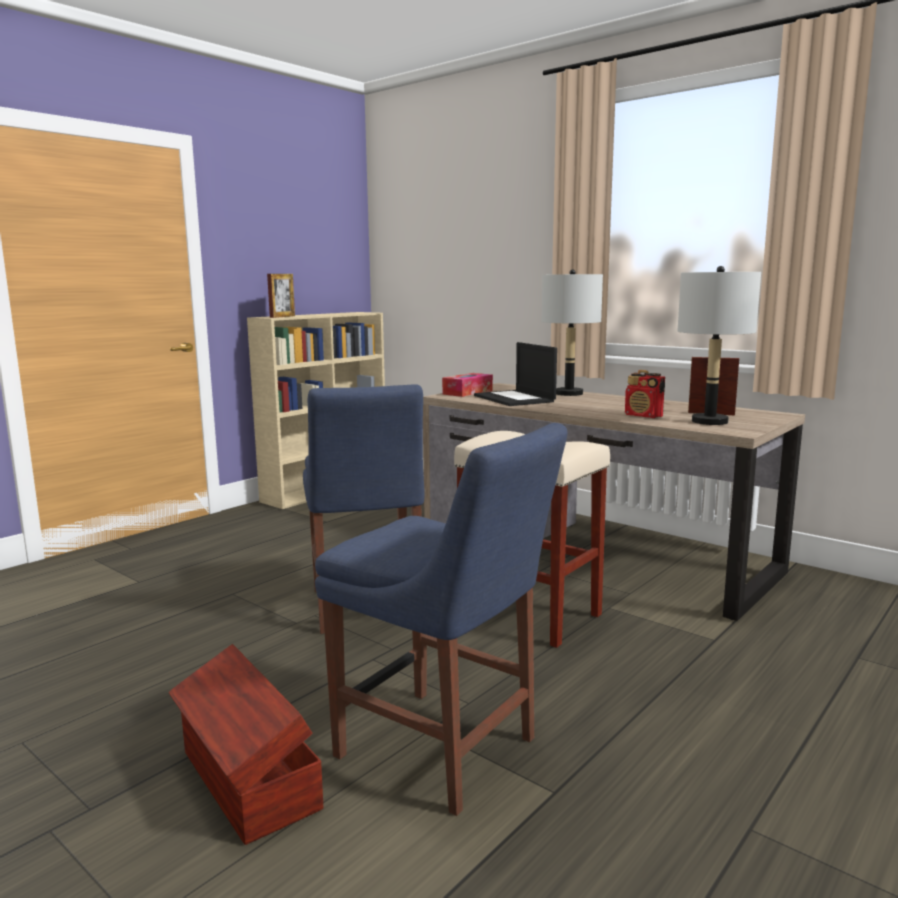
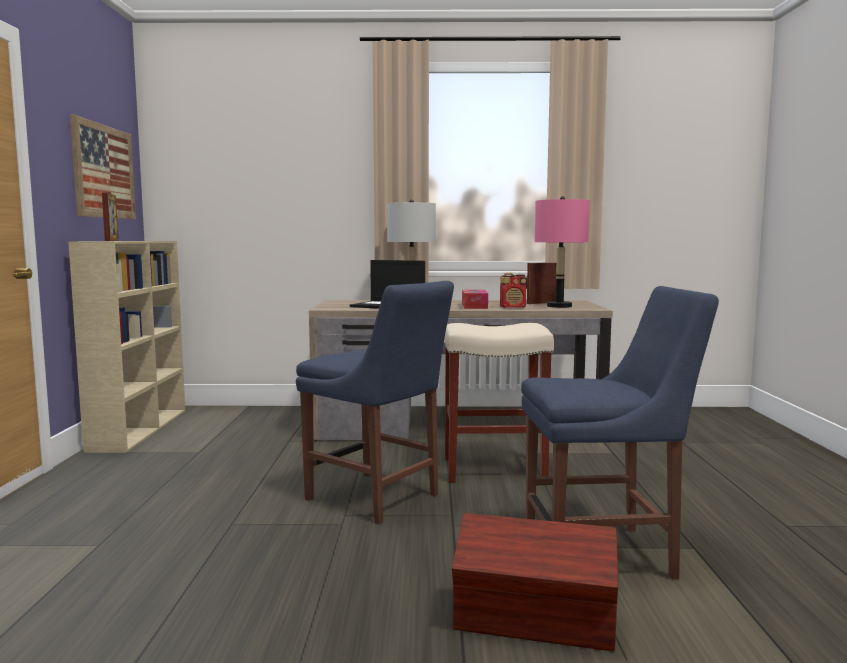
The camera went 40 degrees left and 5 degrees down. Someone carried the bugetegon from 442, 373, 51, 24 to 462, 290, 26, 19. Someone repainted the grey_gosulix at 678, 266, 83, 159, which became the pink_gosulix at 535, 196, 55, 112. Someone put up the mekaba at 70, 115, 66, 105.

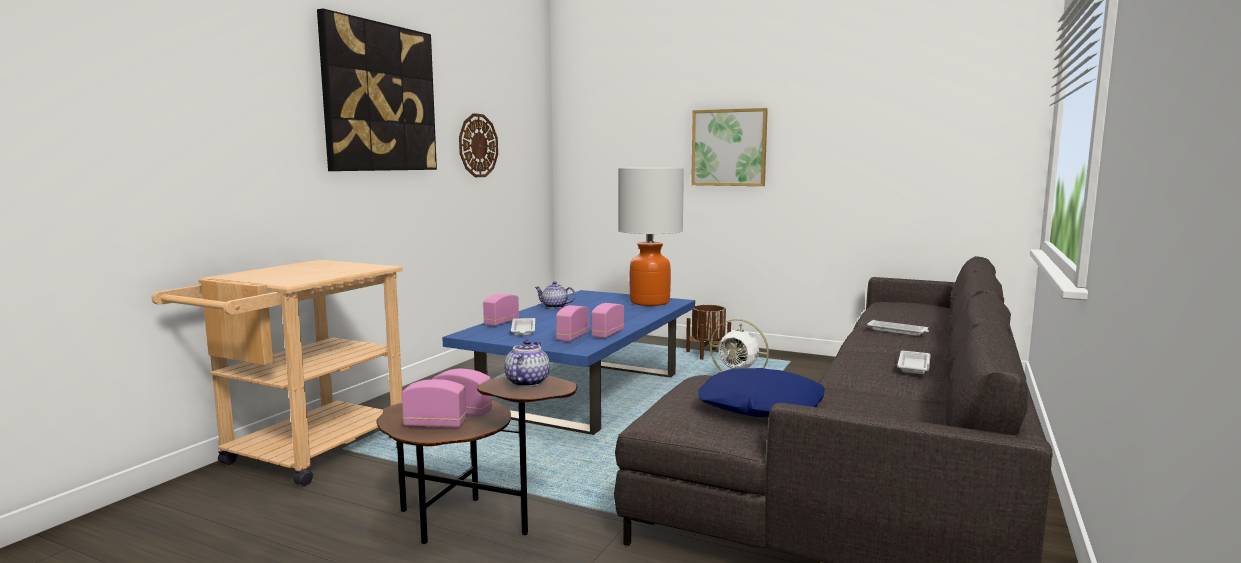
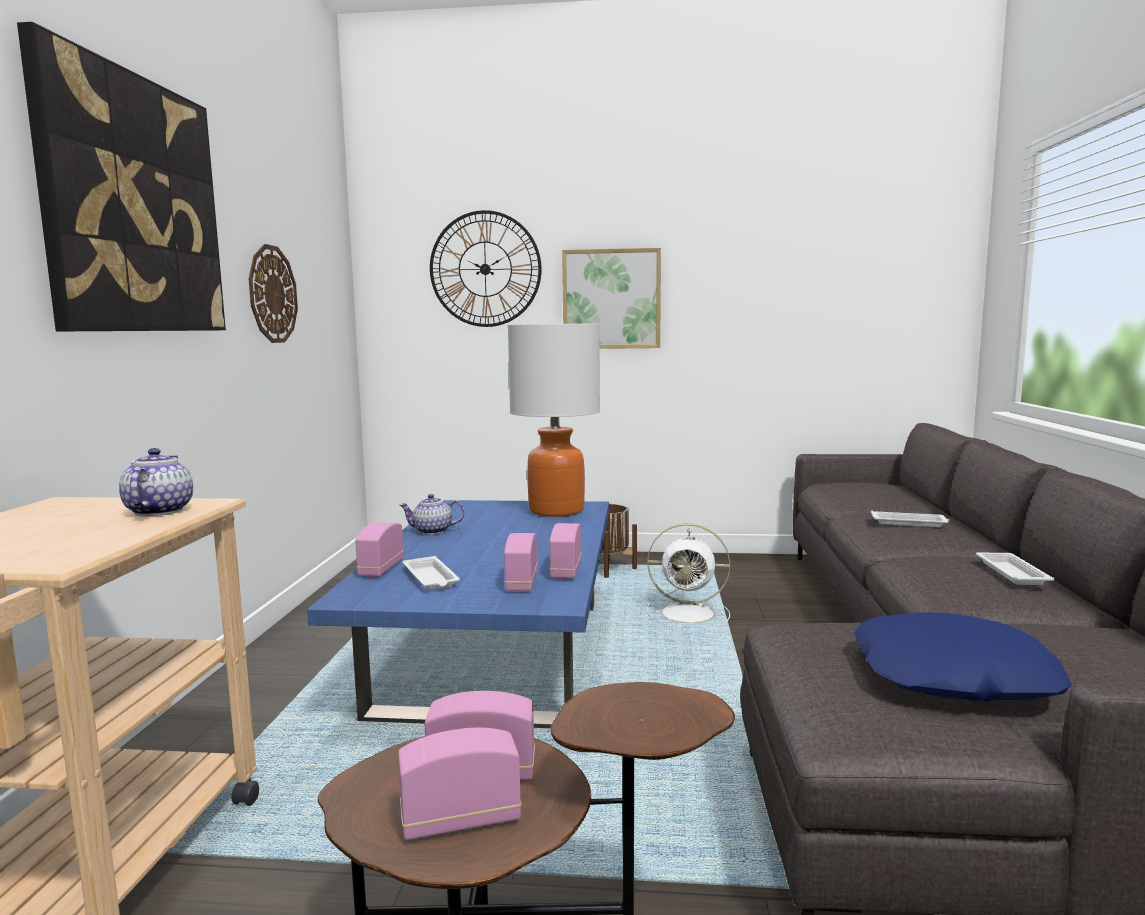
The camera went 20 degrees left and 0 degrees up. Someone carried the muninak from 504, 339, 46, 48 to 119, 448, 74, 68. Someone put up the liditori at 430, 210, 112, 117.

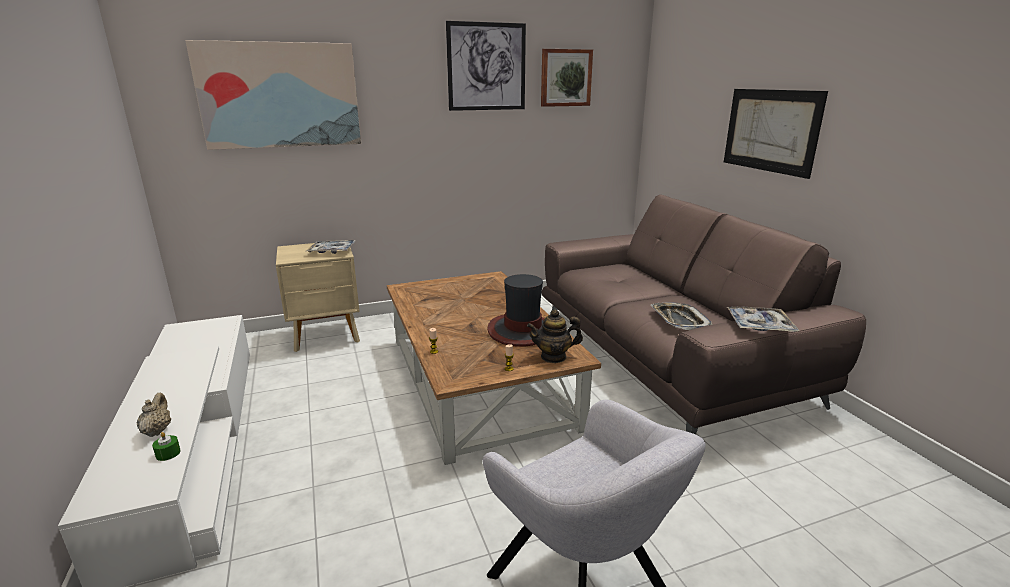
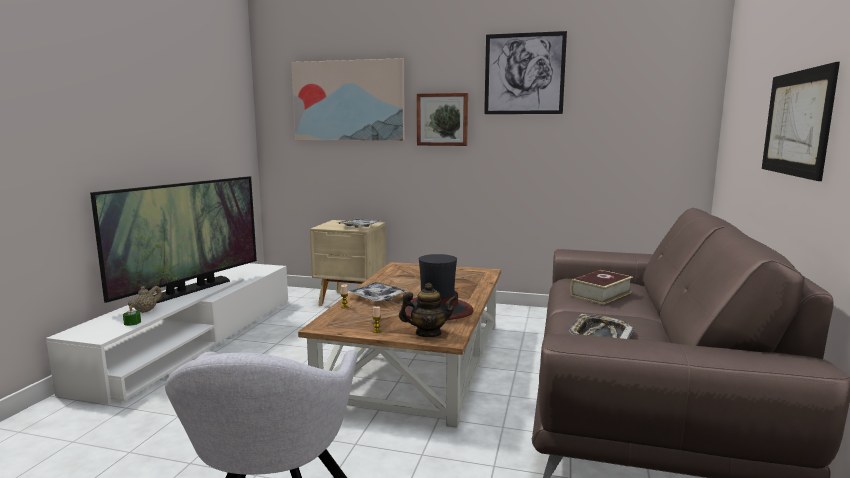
The camera went 35 degrees right and 10 degrees down. Someone rotated the muninak at 527, 310, 56, 53 by 150 degrees clockwise. Someone carried the mekaba from 541, 49, 52, 58 to 417, 93, 51, 53. Someone carried the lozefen from 727, 307, 73, 25 to 347, 282, 61, 20. Someone put down the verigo at 90, 176, 167, 127. Someone put down the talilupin at 570, 270, 63, 35.

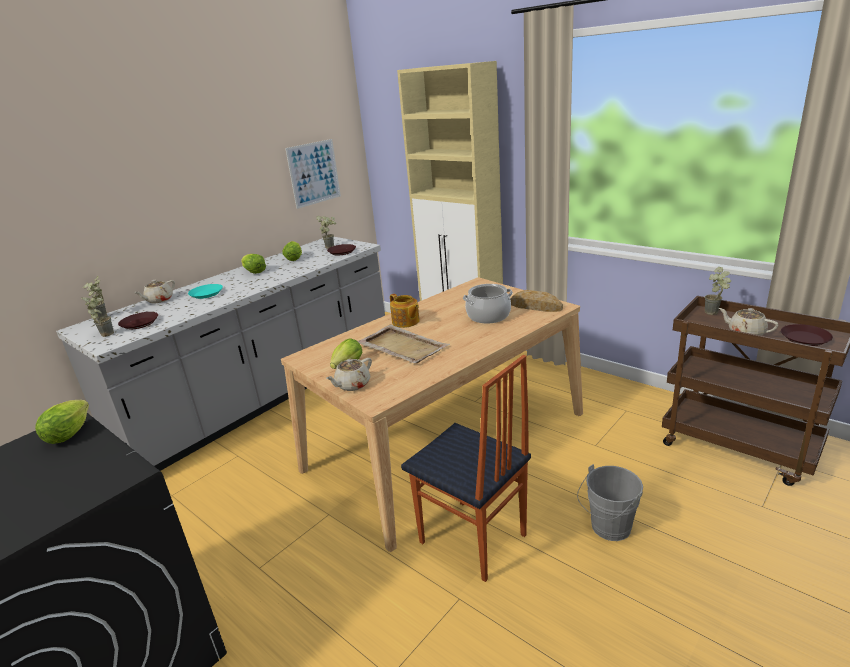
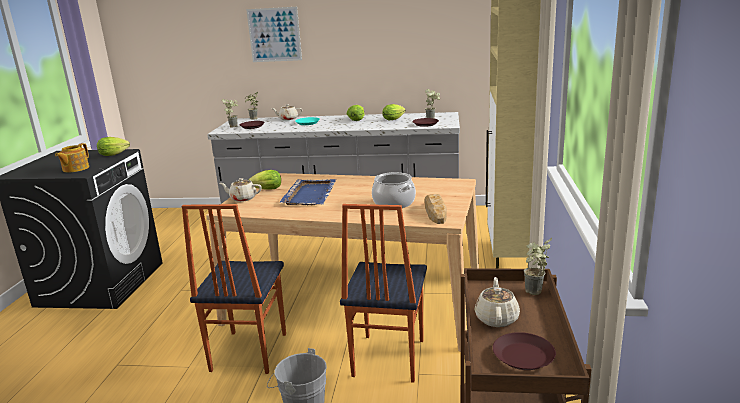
The camera went 55 degrees right and 5 degrees down. Someone carried the mekaba from 285, 139, 56, 70 to 246, 7, 56, 55. Someone repainted the beige_lozefen at 357, 325, 93, 38, which became the blue_lozefen at 280, 179, 56, 26. Someone carried the muninak from 390, 294, 30, 34 to 55, 143, 34, 29. Someone put down the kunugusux at 340, 204, 87, 179.

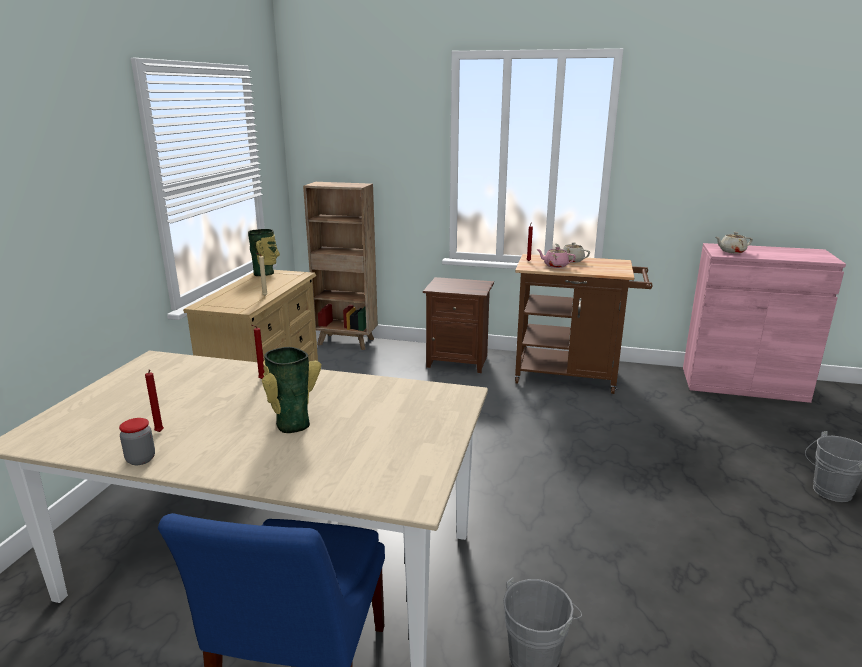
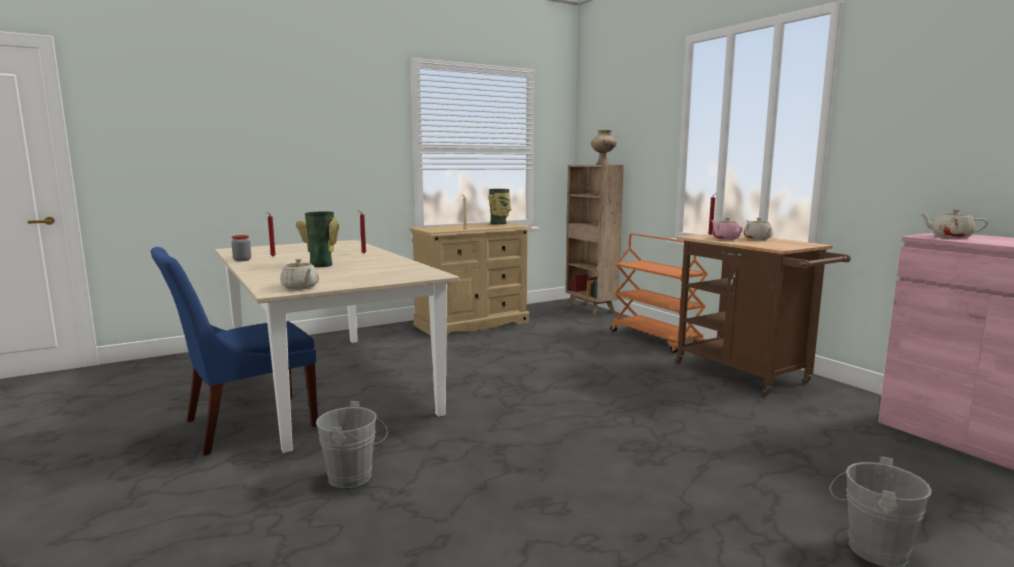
The camera went 45 degrees right and 10 degrees down. Someone swapped the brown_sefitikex at 423, 277, 71, 96 for the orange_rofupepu at 611, 233, 97, 120. Someone put down the beige_muninak at 280, 259, 39, 30. Someone put down the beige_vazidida at 591, 130, 26, 35.

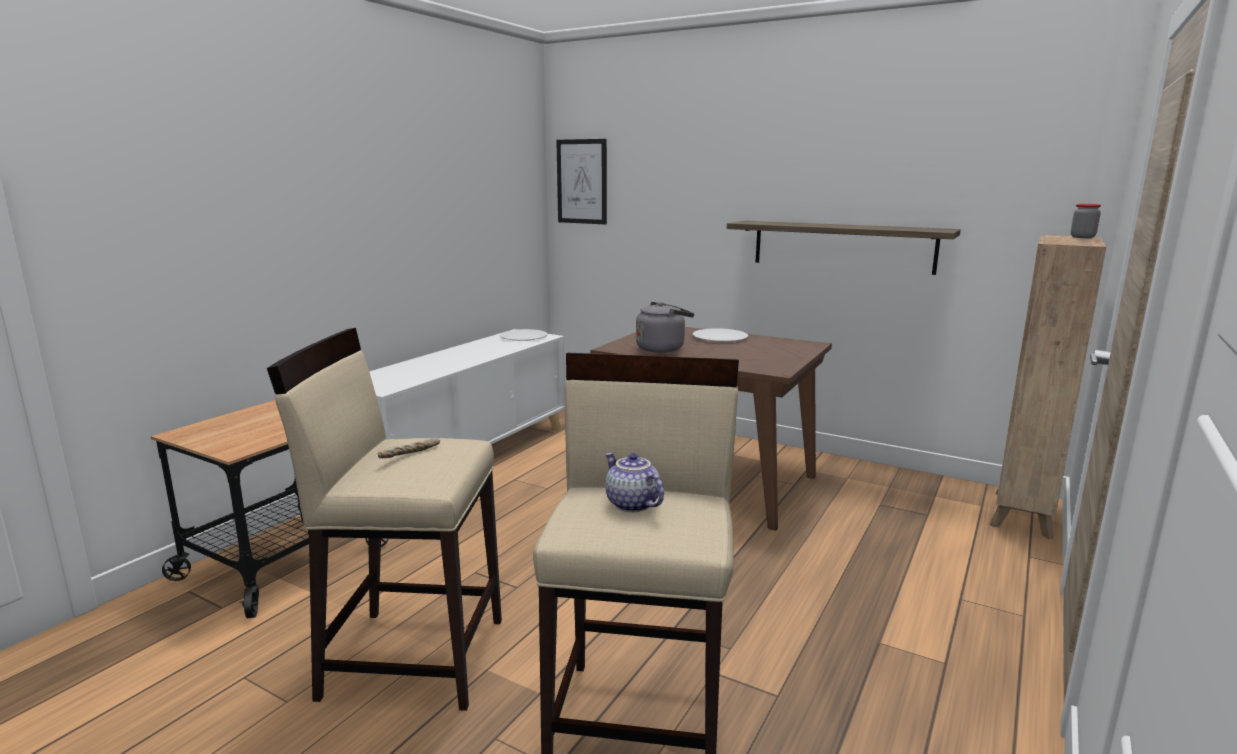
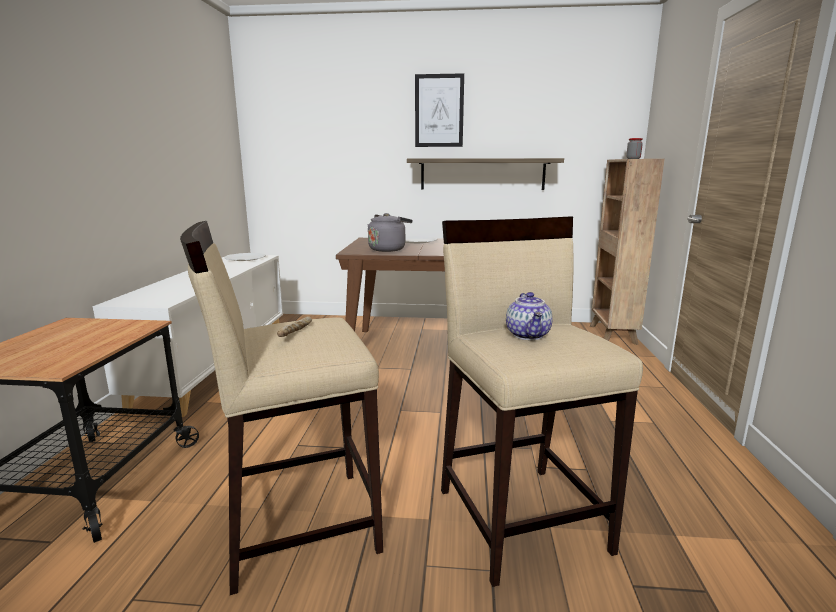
The camera went 25 degrees left and 0 degrees up. Someone carried the mekaba from 556, 139, 51, 86 to 415, 74, 49, 73. Someone rotated the muninak at 605, 453, 59, 59 by 120 degrees counterclockwise.

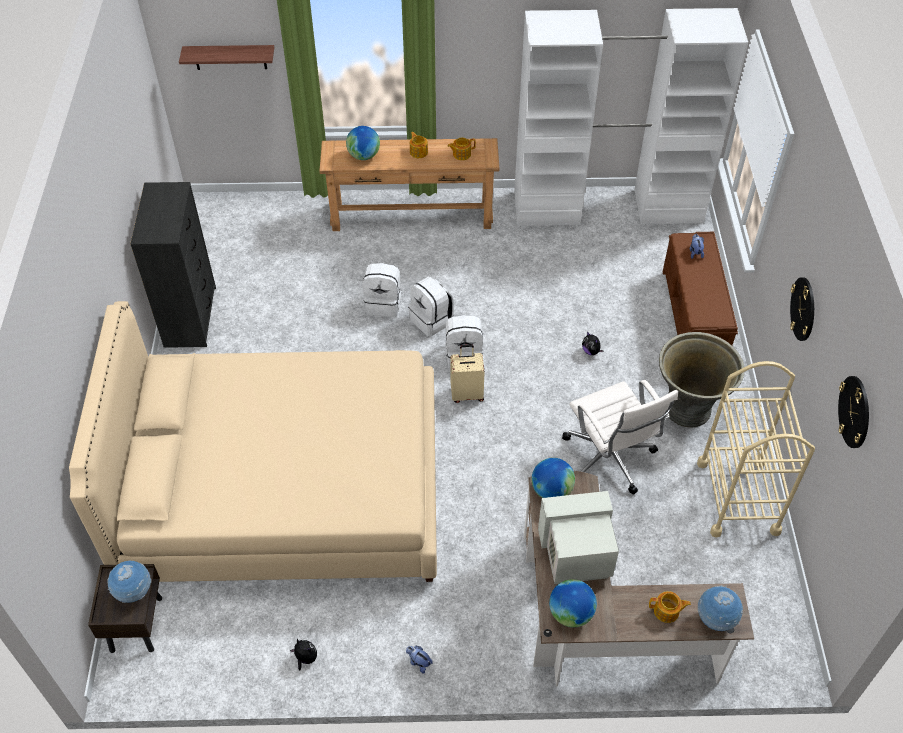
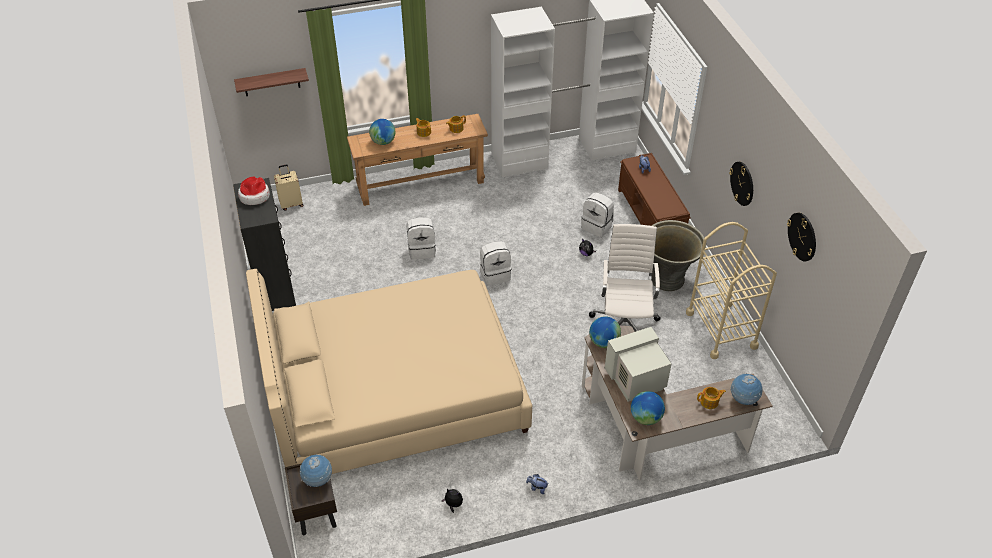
The camera went 15 degrees left and 5 degrees down. Someone carried the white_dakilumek from 408, 277, 46, 60 to 581, 192, 33, 45. Someone carried the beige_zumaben from 451, 345, 34, 58 to 274, 165, 29, 46. Someone rotated the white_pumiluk at 562, 380, 116, 114 by 135 degrees counterclockwise. Someone put down the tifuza at 238, 177, 32, 28.

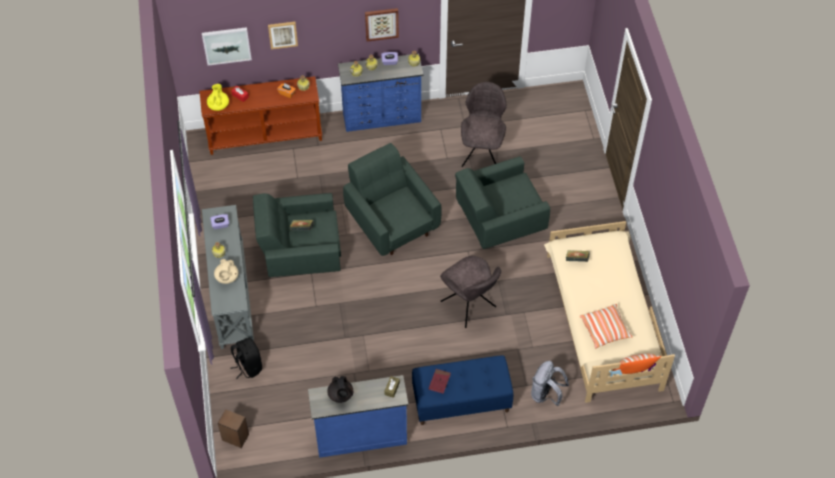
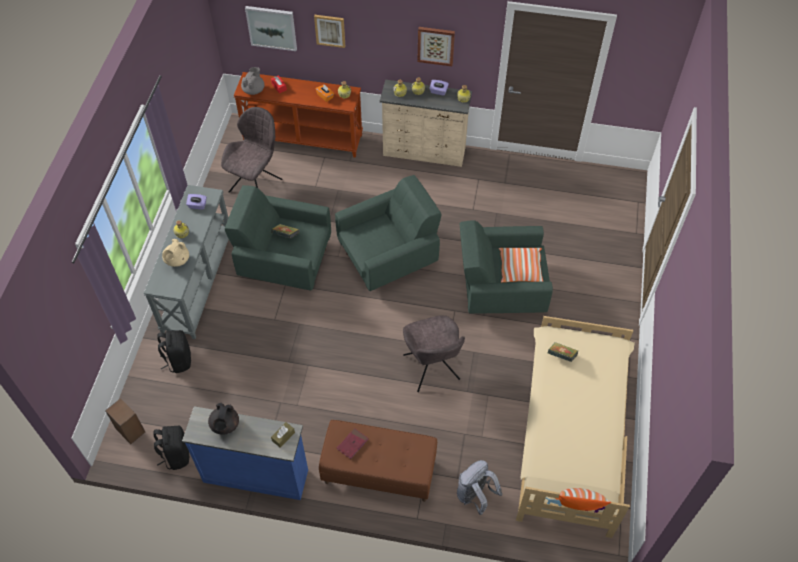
The camera went 20 degrees right and 0 degrees up. Someone repainted the yellow_muninak at 207, 84, 22, 27, which became the grey_muninak at 241, 67, 24, 28. Someone repainted the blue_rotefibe at 338, 53, 85, 79, which became the beige_rotefibe at 380, 80, 92, 87. Someone rotated the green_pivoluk at 343, 143, 99, 113 by 75 degrees clockwise. Someone repainted the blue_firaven at 412, 355, 102, 70, which became the brown_firaven at 319, 420, 118, 82. Someone carried the grey_kunugusux from 461, 82, 46, 85 to 221, 107, 62, 86. Someone carried the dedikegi from 579, 304, 53, 44 to 499, 248, 45, 34. Someone put down the black_dakilumek at 154, 426, 36, 44.

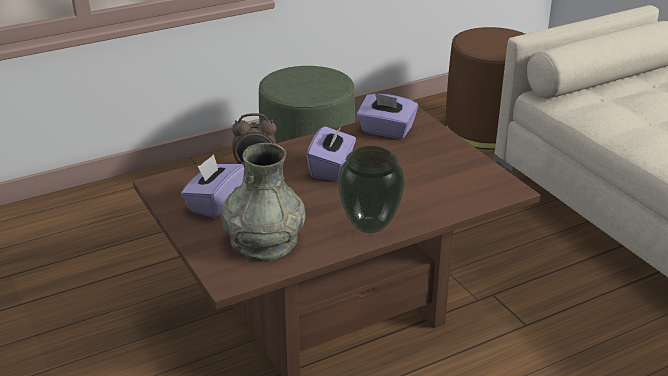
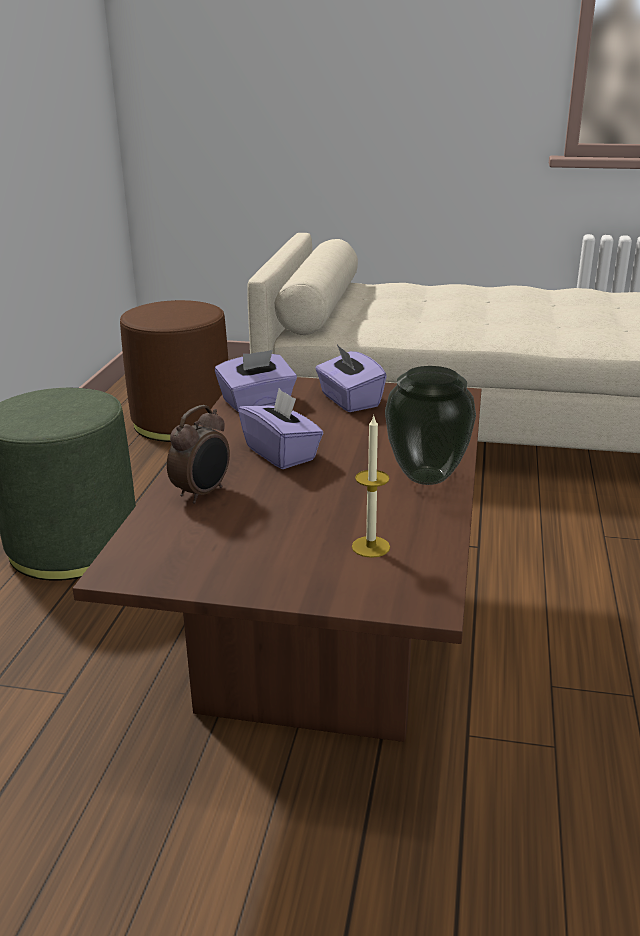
The camera went 50 degrees left and 5 degrees down. Someone carried the purple_bugetegon from 181, 154, 64, 64 to 315, 345, 72, 67. Someone swapped the grey_vazidida at 221, 143, 85, 118 for the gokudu at 352, 415, 38, 143.

